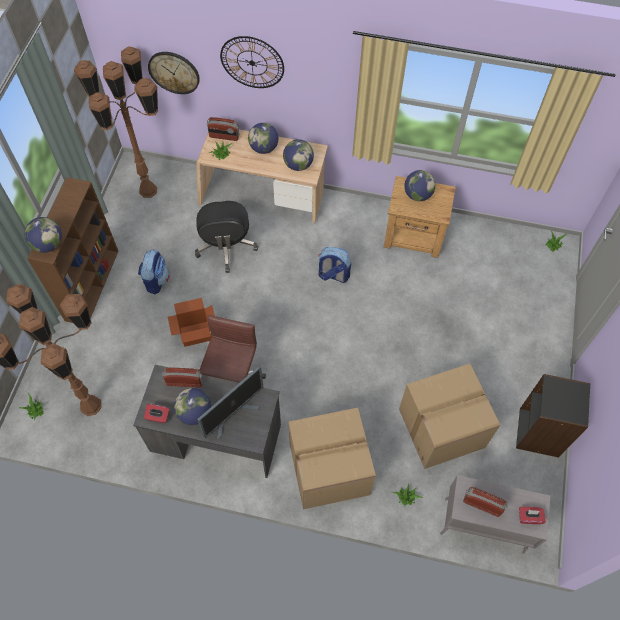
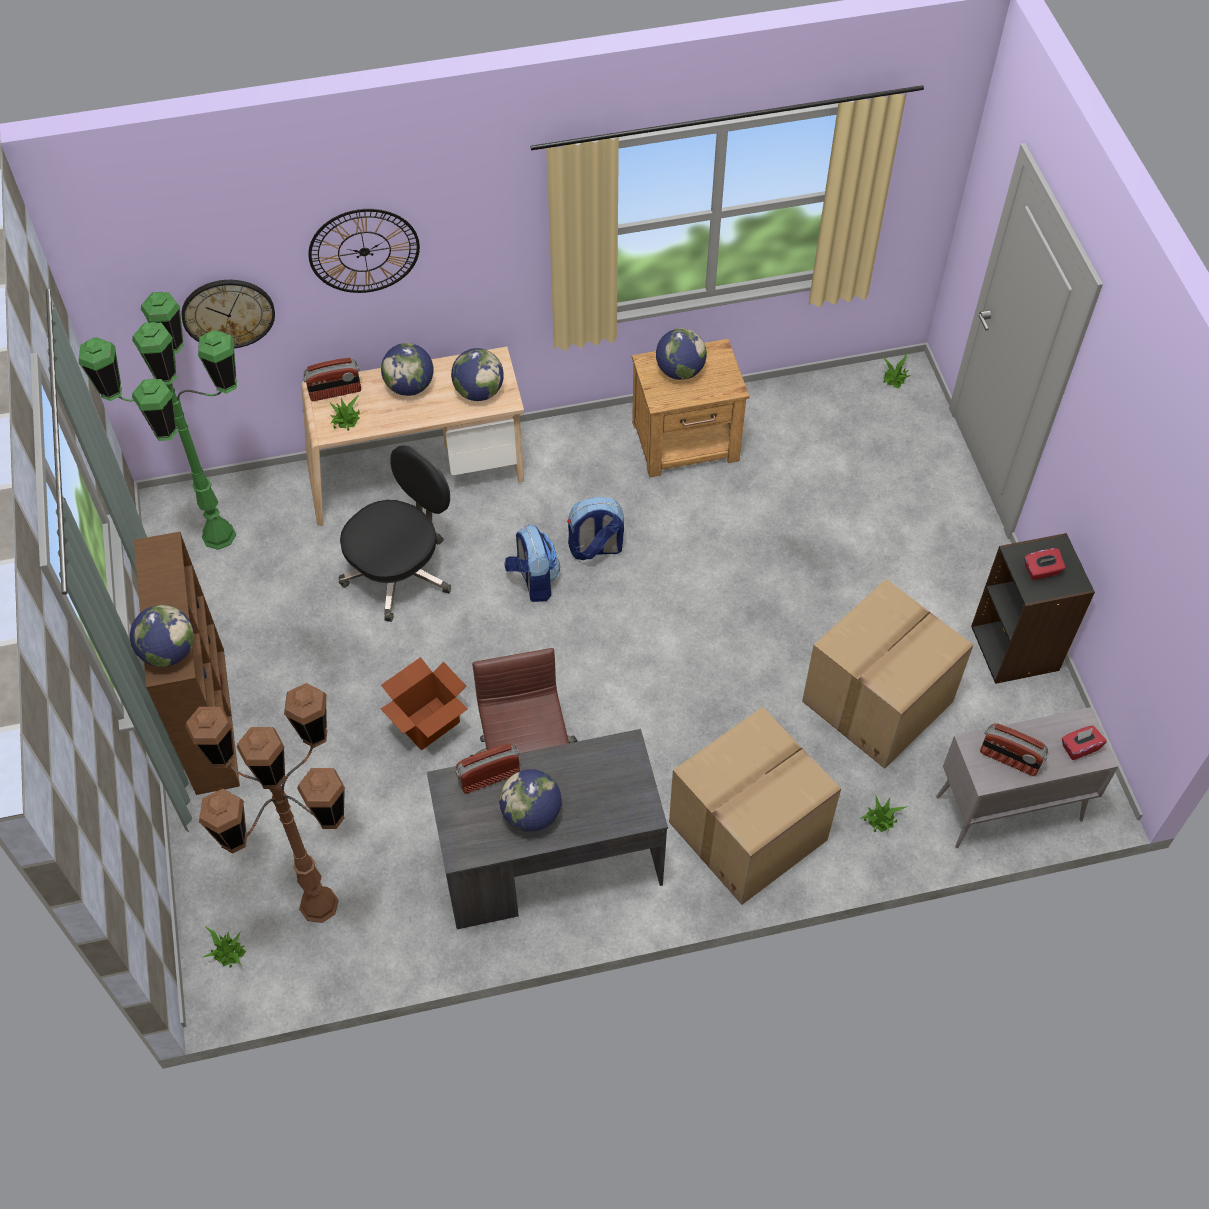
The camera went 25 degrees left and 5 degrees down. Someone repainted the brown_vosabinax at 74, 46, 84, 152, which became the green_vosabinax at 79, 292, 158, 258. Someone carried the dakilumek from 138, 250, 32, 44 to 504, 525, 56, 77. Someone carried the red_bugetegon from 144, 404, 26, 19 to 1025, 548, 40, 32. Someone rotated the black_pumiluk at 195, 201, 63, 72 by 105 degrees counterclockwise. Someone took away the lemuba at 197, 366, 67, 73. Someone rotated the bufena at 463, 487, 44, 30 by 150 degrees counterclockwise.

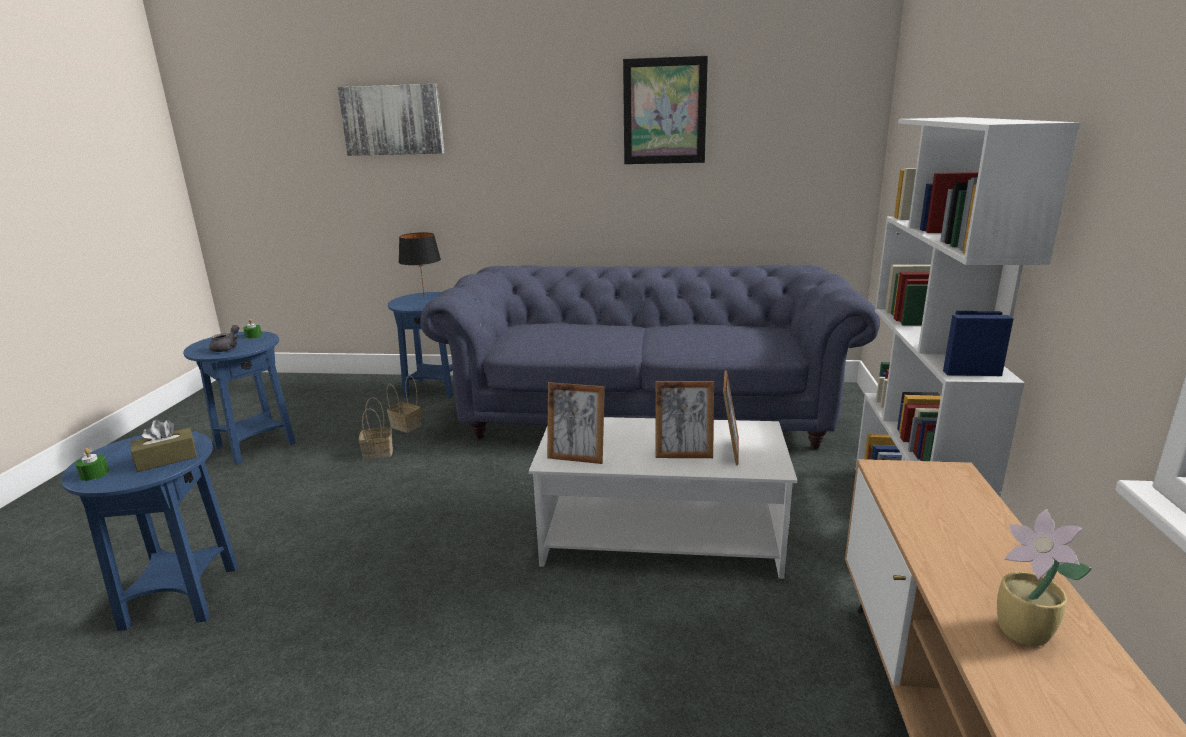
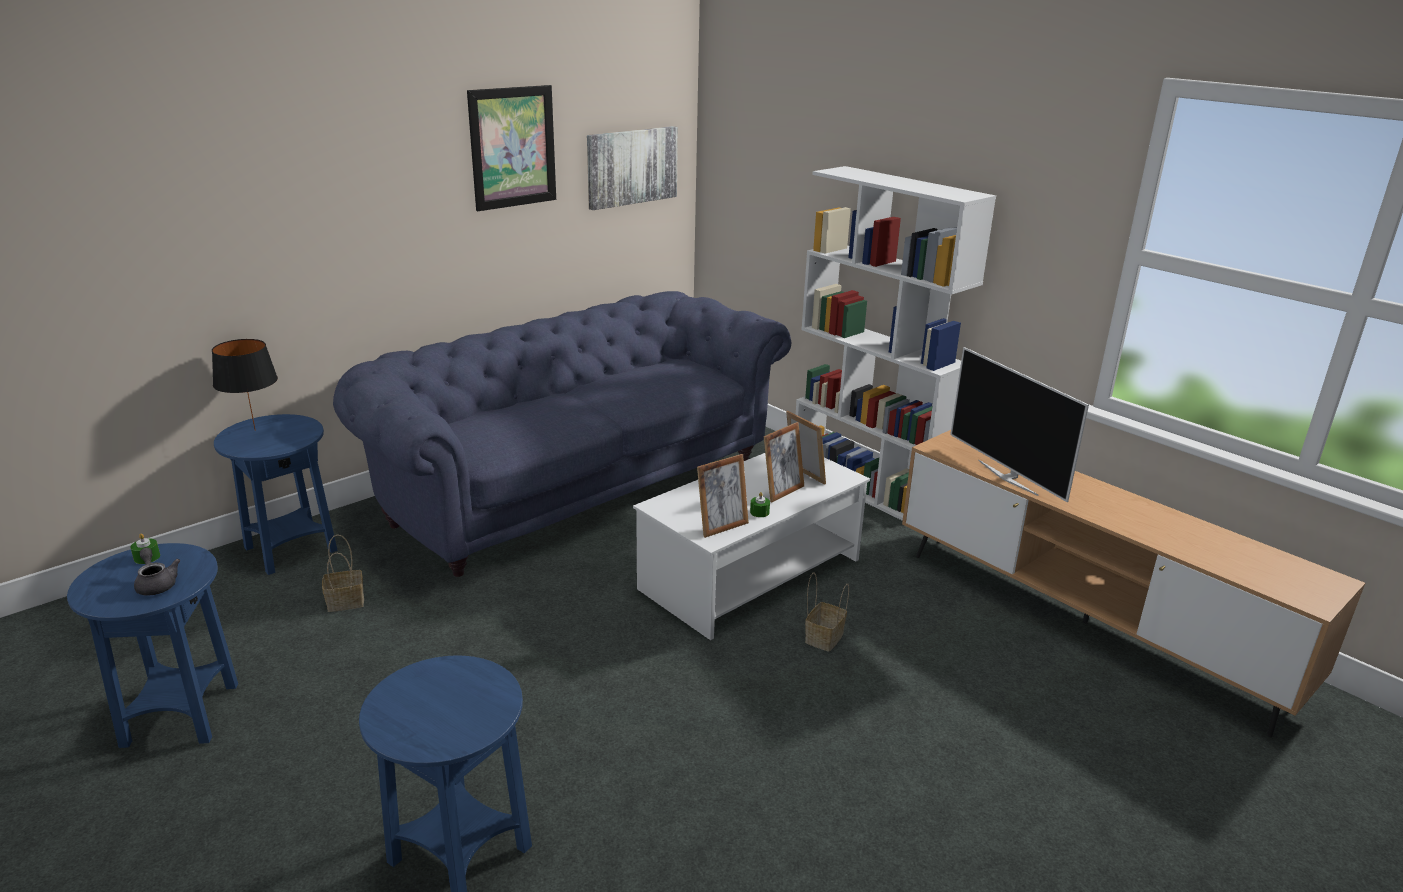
The camera went 50 degrees left and 5 degrees up. Someone carried the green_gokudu from 75, 448, 34, 33 to 750, 492, 20, 25. Someone took away the brown_bugetegon at 131, 420, 66, 52. Someone carried the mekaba from 337, 84, 107, 72 to 587, 126, 91, 84. Someone carried the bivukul from 359, 397, 34, 62 to 805, 572, 44, 80. Someone took away the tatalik at 997, 509, 95, 137. Someone put down the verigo at 950, 347, 139, 155.

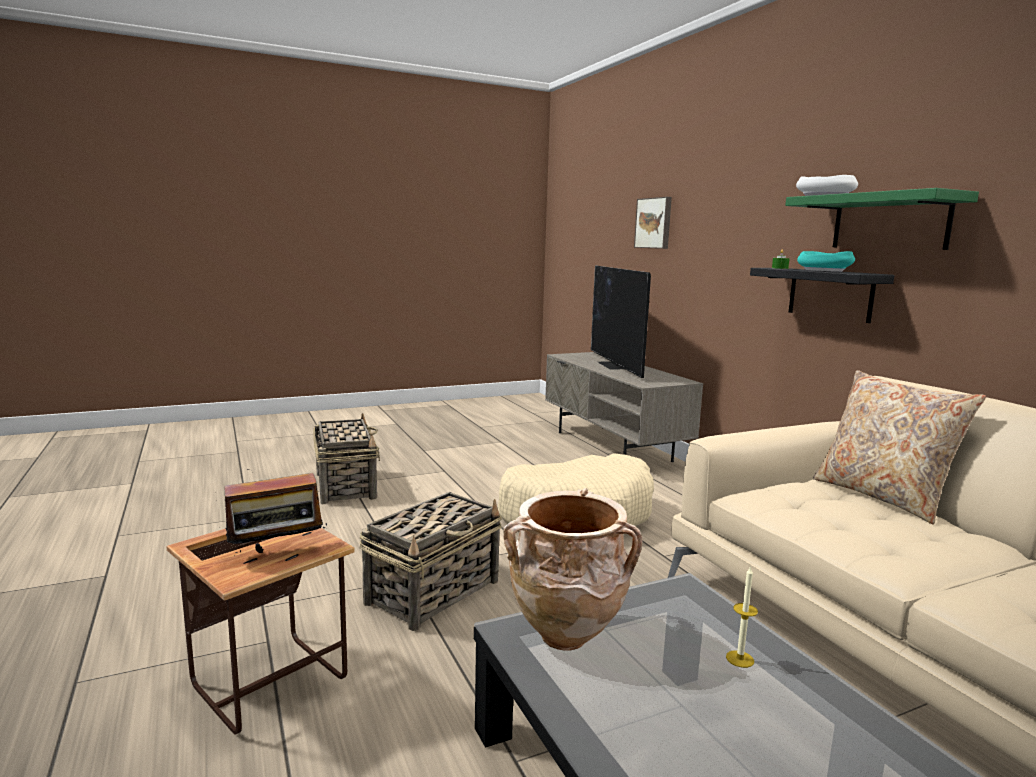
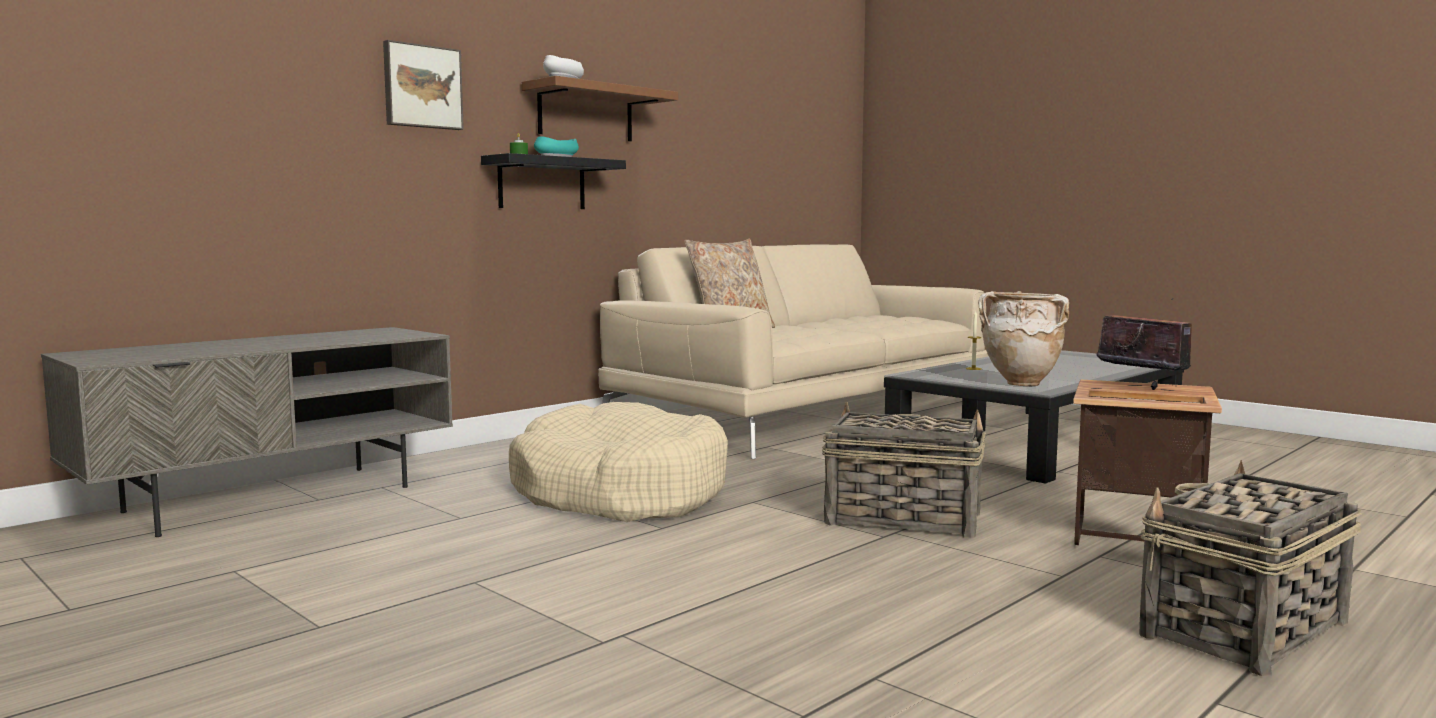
The camera went 110 degrees left and 5 degrees down. Someone carried the bivukul from 313, 413, 67, 91 to 1139, 460, 222, 216. Someone took away the verigo at 591, 265, 60, 113. Someone carried the mekaba from 634, 197, 38, 52 to 383, 40, 81, 90. Someone repainted the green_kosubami at 785, 188, 194, 62, which became the brown_kosubami at 522, 76, 156, 66.

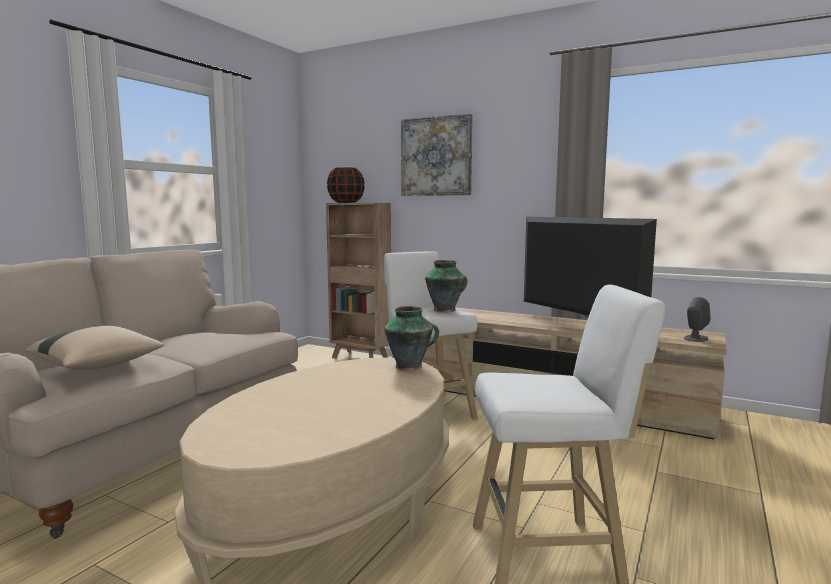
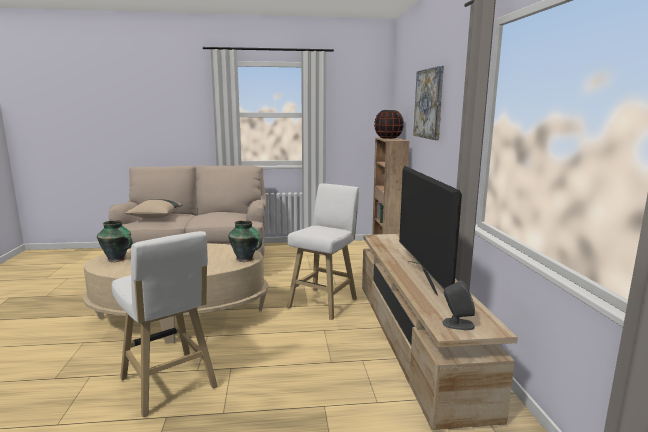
The camera went 55 degrees right and 5 degrees up. Someone carried the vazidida from 425, 260, 42, 52 to 97, 220, 36, 42. Someone rotated the verigo at 524, 217, 133, 100 by 150 degrees clockwise.

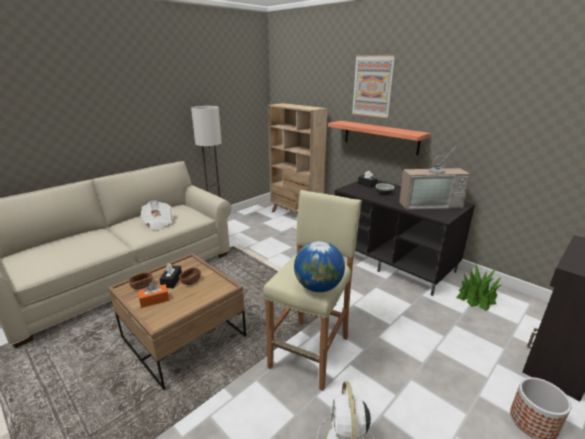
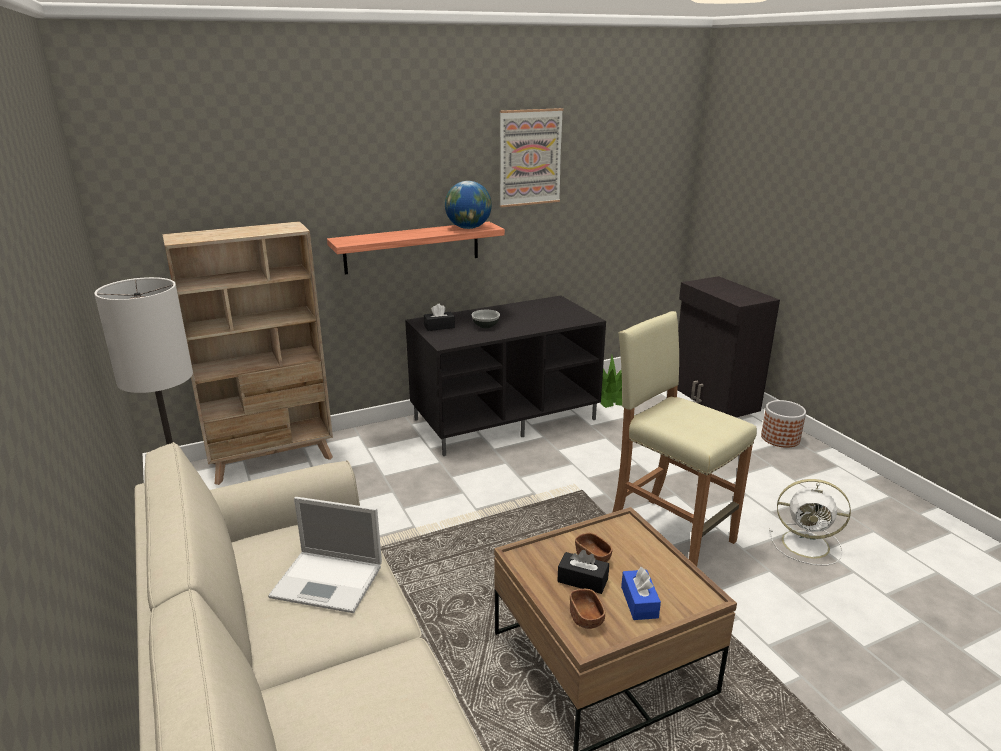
The camera went 70 degrees left and 0 degrees up. Someone repainted the orange_bugetegon at 138, 282, 31, 26, which became the blue_bugetegon at 621, 567, 40, 53. Someone swapped the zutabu at 140, 201, 33, 29 for the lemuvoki at 268, 497, 114, 116. Someone carried the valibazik from 294, 241, 51, 51 to 445, 181, 47, 48. Someone carried the mekaba from 352, 55, 43, 64 to 500, 108, 63, 99. Someone took away the verigo at 399, 141, 72, 69.

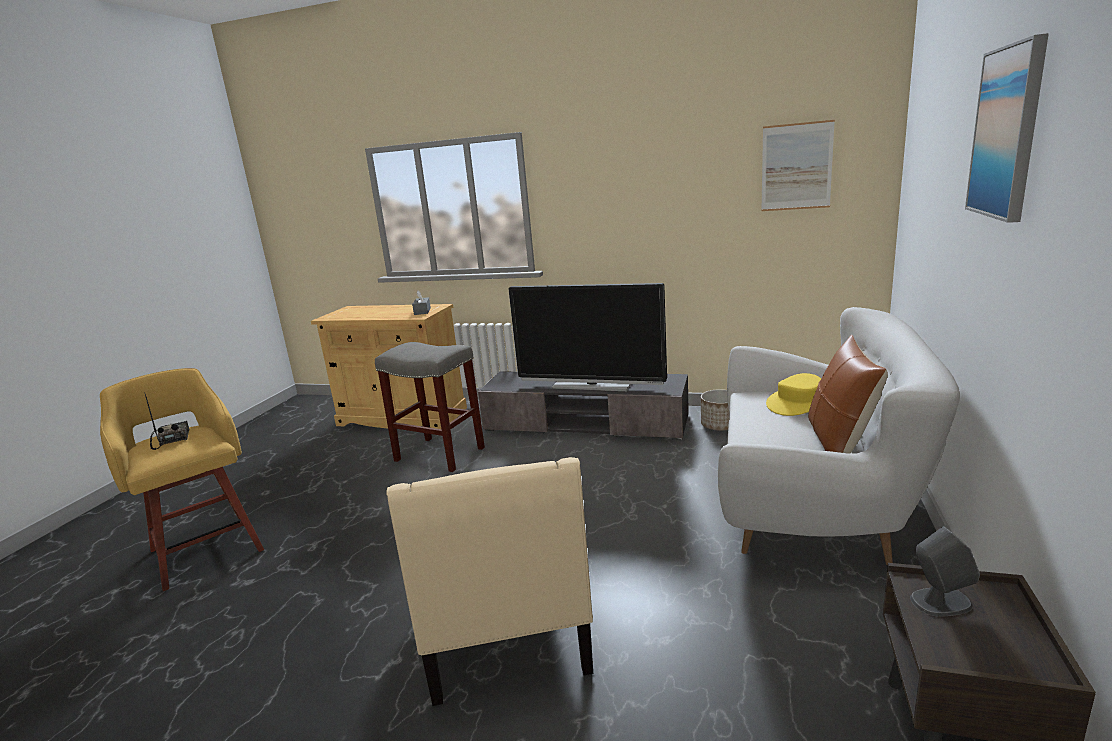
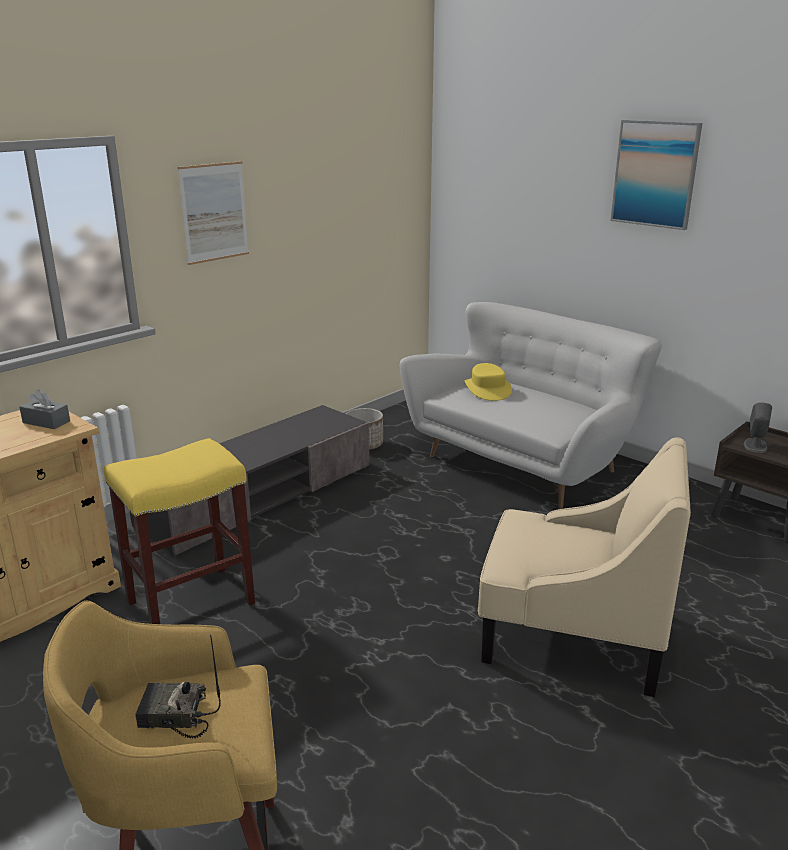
The camera went 65 degrees left and 5 degrees up. Someone repainted the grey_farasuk at 375, 342, 110, 130, which became the yellow_farasuk at 104, 438, 151, 186. Someone took away the verigo at 509, 283, 158, 108. Someone carried the mekaba from 761, 120, 74, 91 to 178, 161, 71, 104. Someone took away the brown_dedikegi at 808, 335, 80, 118.

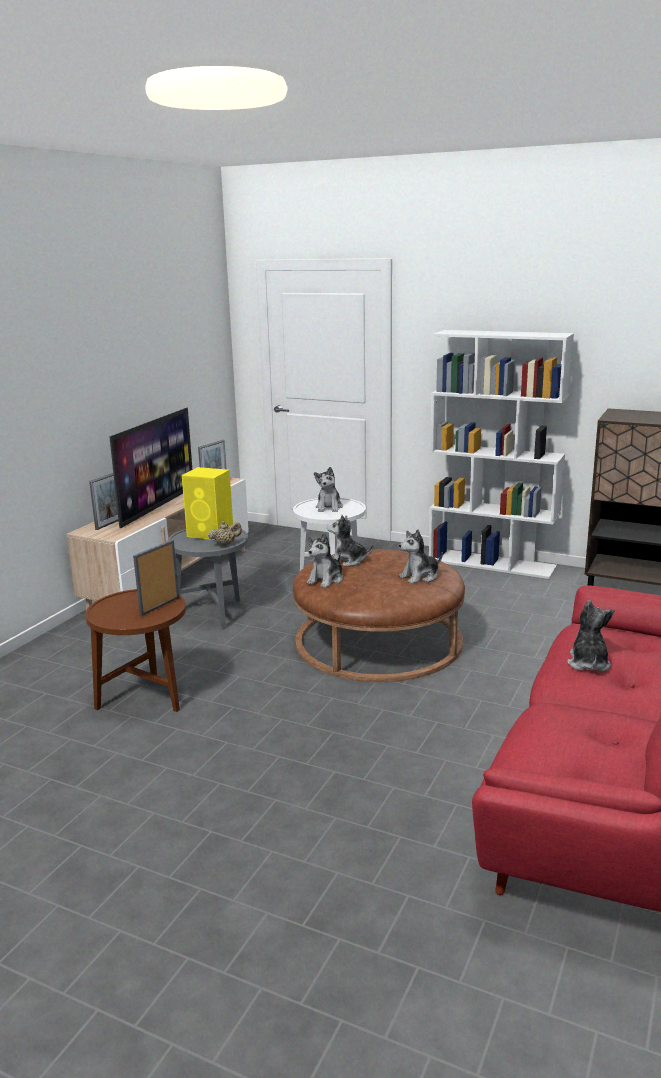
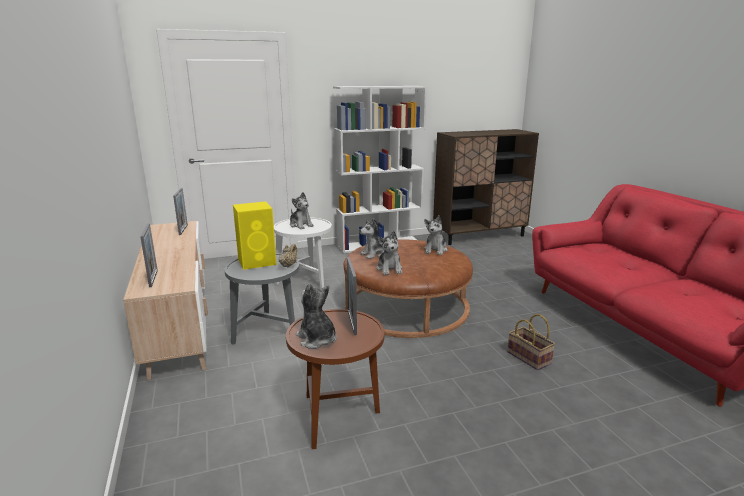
The camera went 45 degrees left and 0 degrees up. Someone took away the verigo at 110, 408, 82, 120. Someone carried the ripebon from 567, 600, 48, 71 to 296, 283, 41, 66. Someone put down the bivukul at 507, 314, 48, 56.

